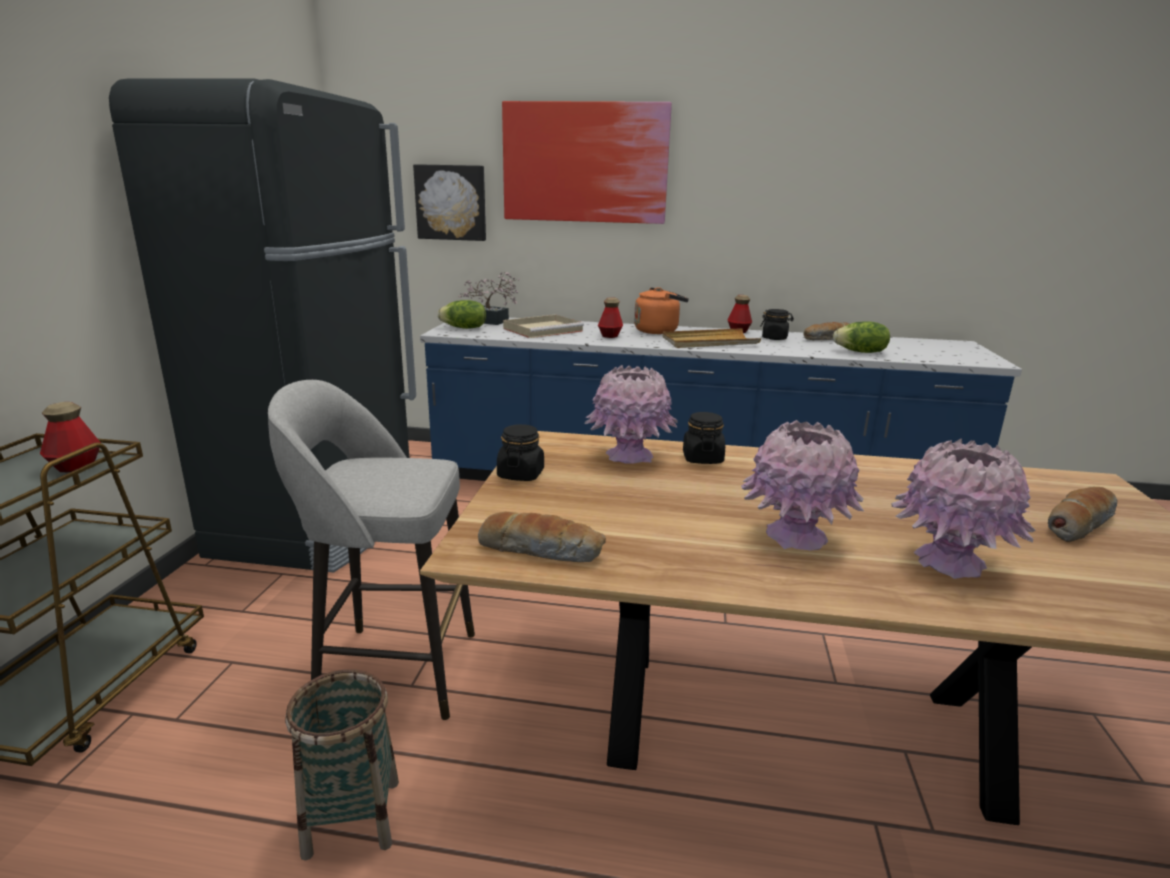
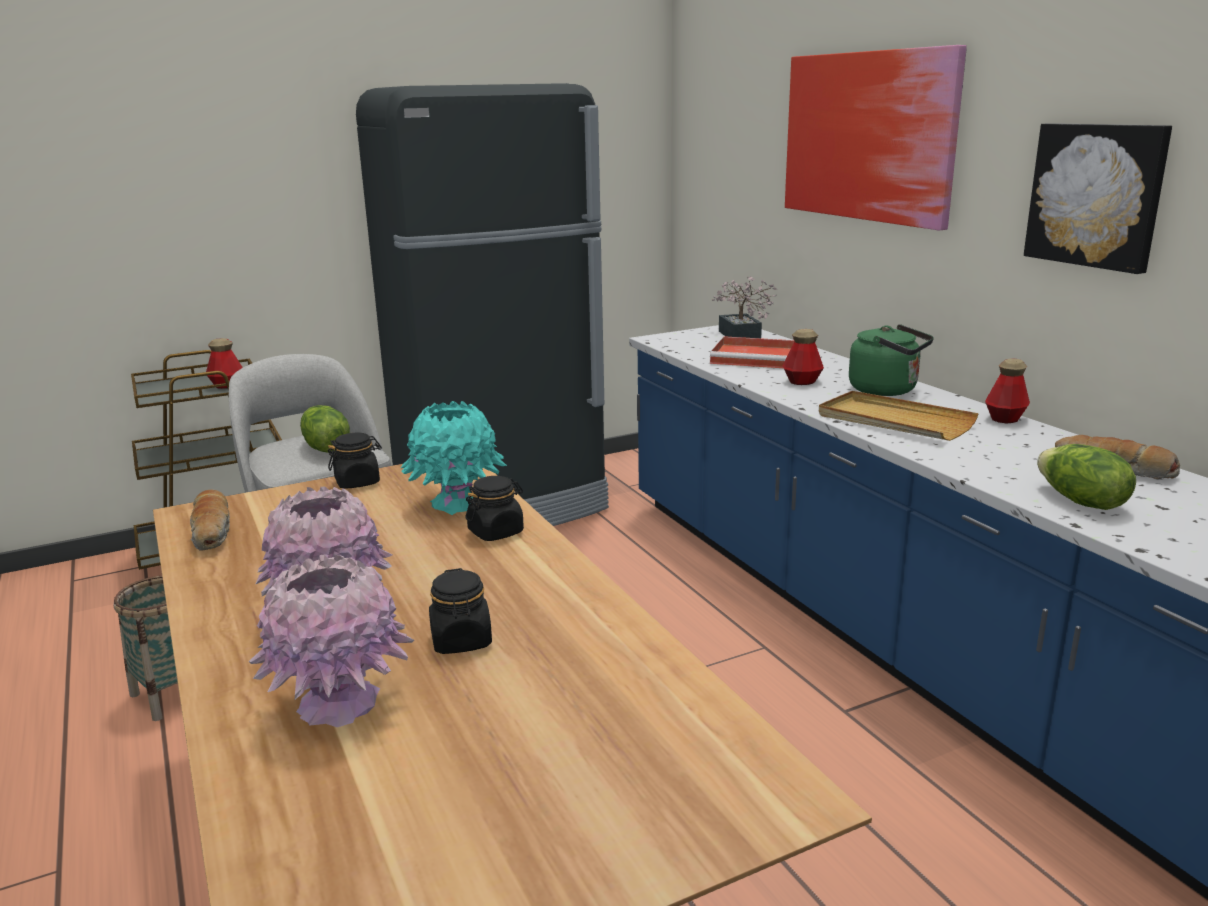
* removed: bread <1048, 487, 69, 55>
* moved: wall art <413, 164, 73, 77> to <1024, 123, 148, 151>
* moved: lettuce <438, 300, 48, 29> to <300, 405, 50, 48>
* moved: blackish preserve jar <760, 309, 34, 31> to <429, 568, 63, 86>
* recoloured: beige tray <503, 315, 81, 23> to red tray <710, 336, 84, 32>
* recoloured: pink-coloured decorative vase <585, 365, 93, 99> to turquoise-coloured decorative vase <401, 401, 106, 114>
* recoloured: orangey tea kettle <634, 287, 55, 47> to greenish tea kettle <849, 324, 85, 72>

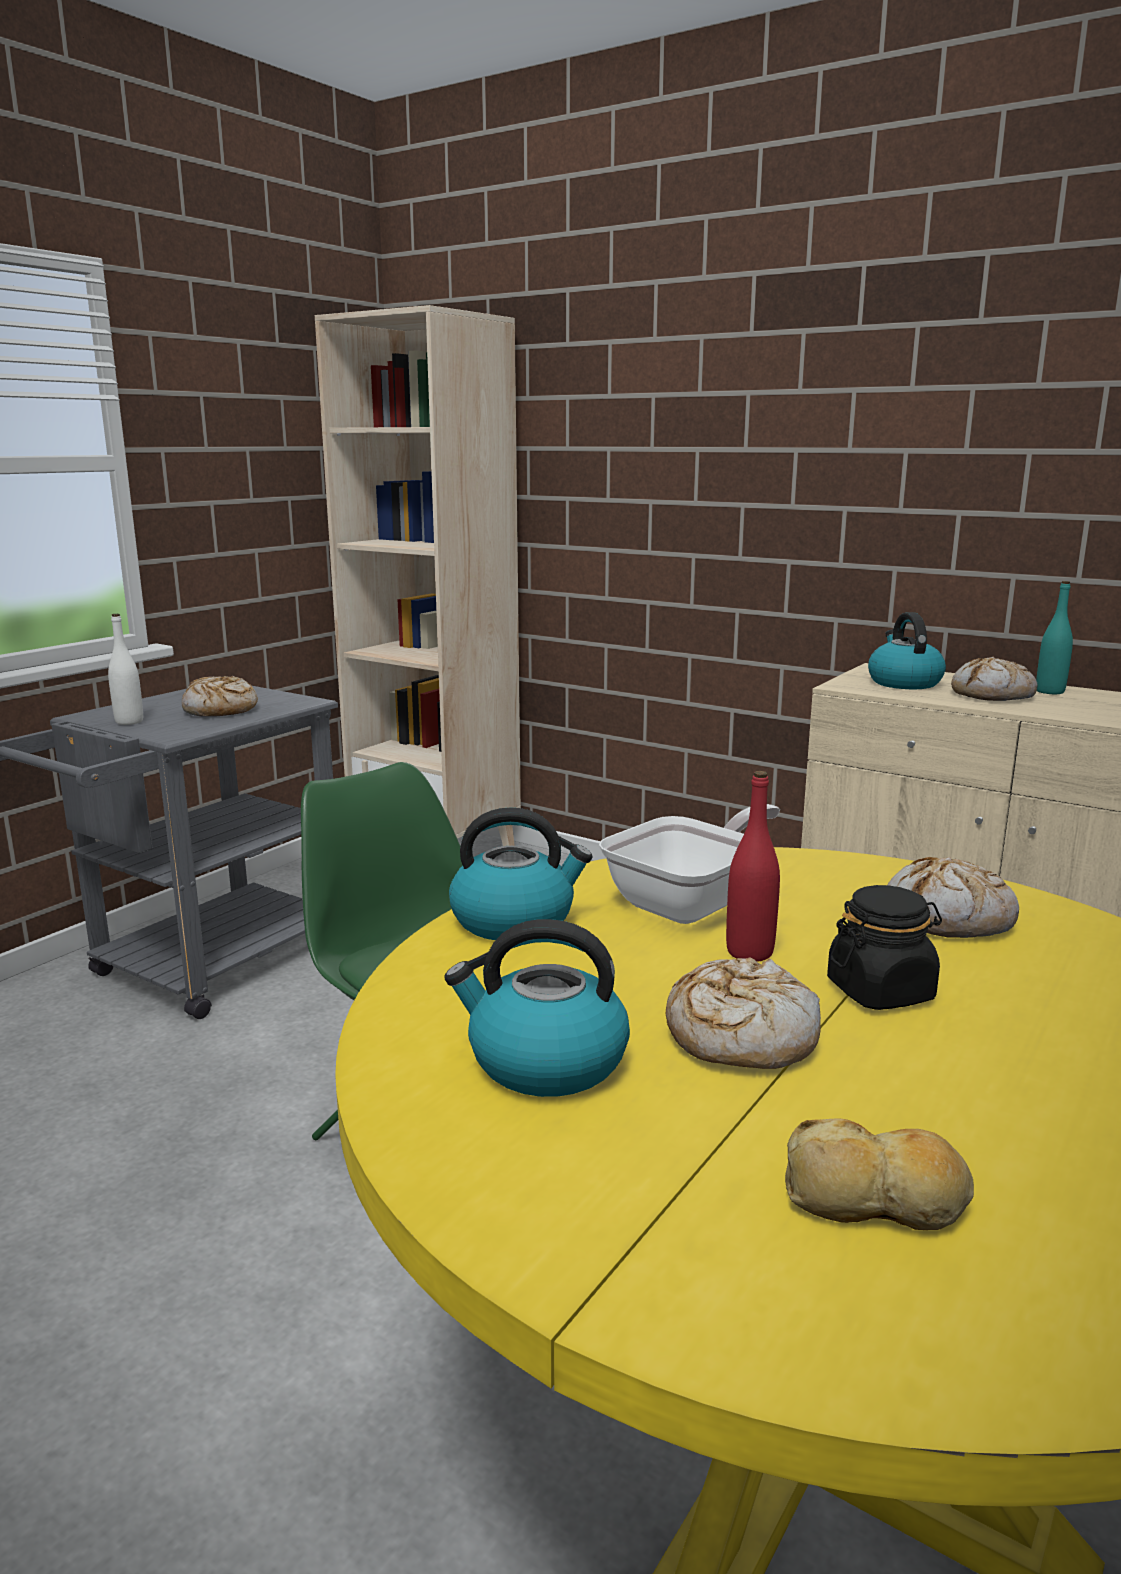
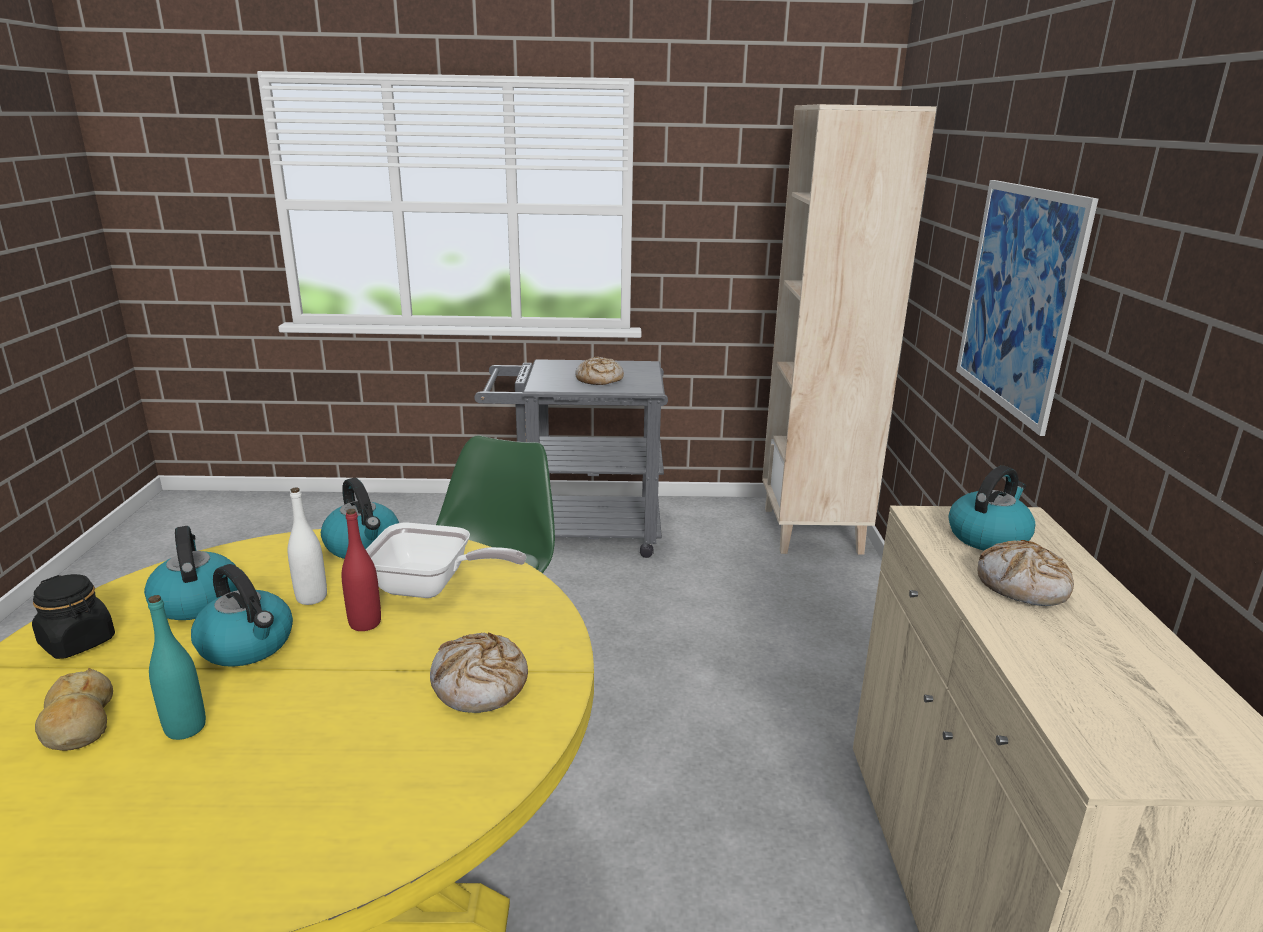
* added: wall art <956, 180, 142, 256>
* moved: white-coloured beverage bottle <108, 614, 35, 111> to <288, 487, 39, 118>
* moved: blackish preserve jar <827, 885, 115, 125> to <32, 574, 83, 85>
* moved: turquoise-coloured beverage bottle <1036, 581, 37, 113> to <148, 595, 58, 145>
* replaced: bread <666, 957, 155, 112> to tea kettle <191, 564, 102, 103>

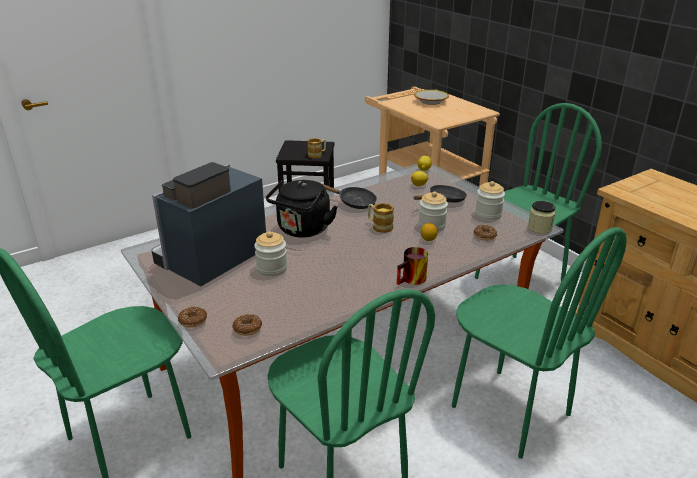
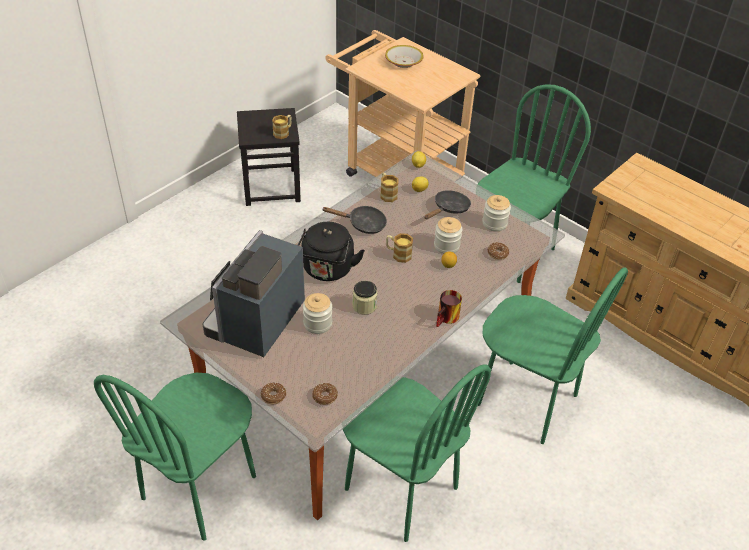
* added: coffee mug <380, 172, 18, 30>
* moved: preserve jar <528, 201, 28, 33> to <352, 281, 26, 34>

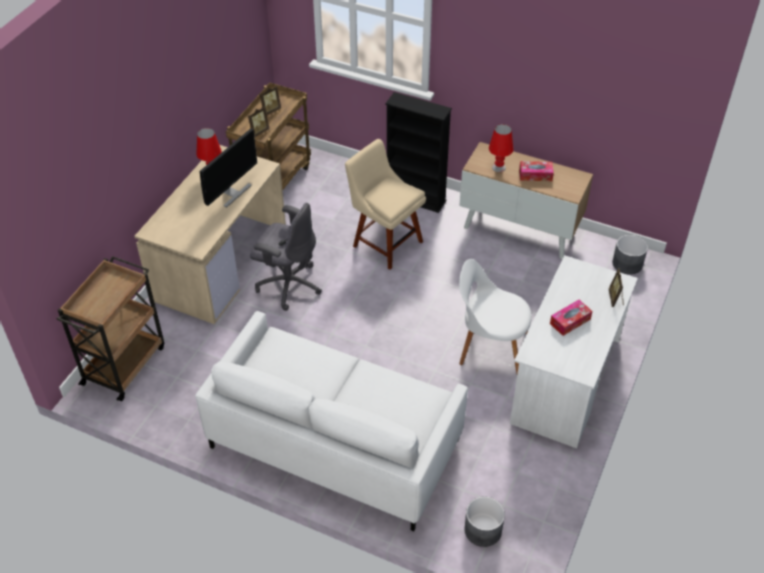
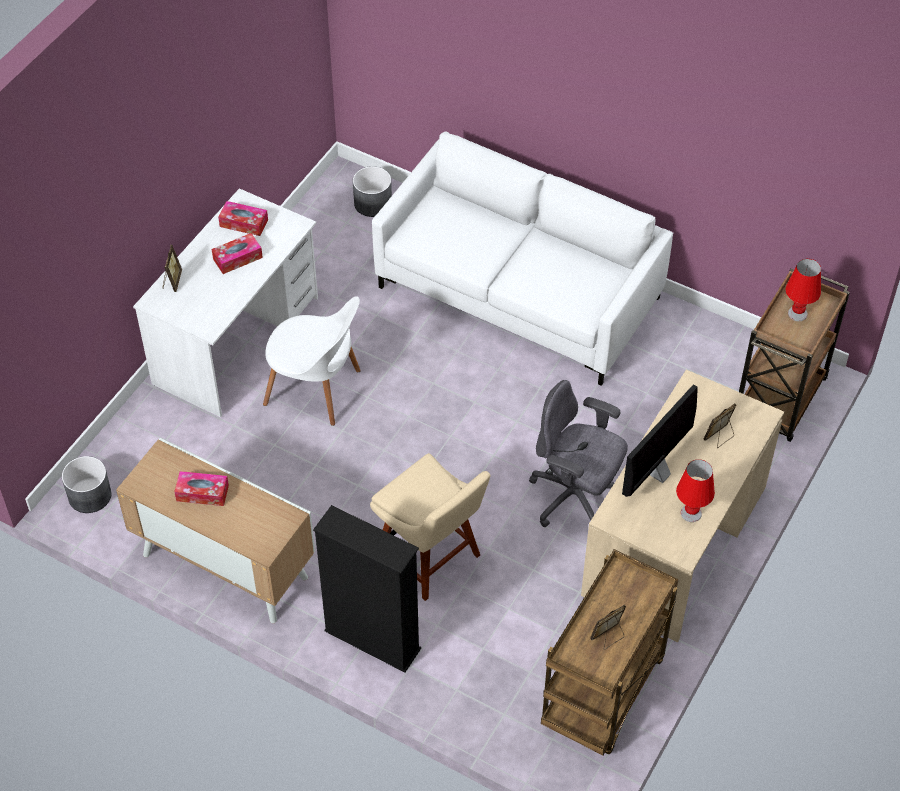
* added: box of tissues <218, 201, 50, 35>
* moved: standing frame <248, 107, 22, 31> to <703, 403, 33, 45>
* moved: red tabletop lamp <489, 124, 25, 48> to <785, 259, 36, 62>

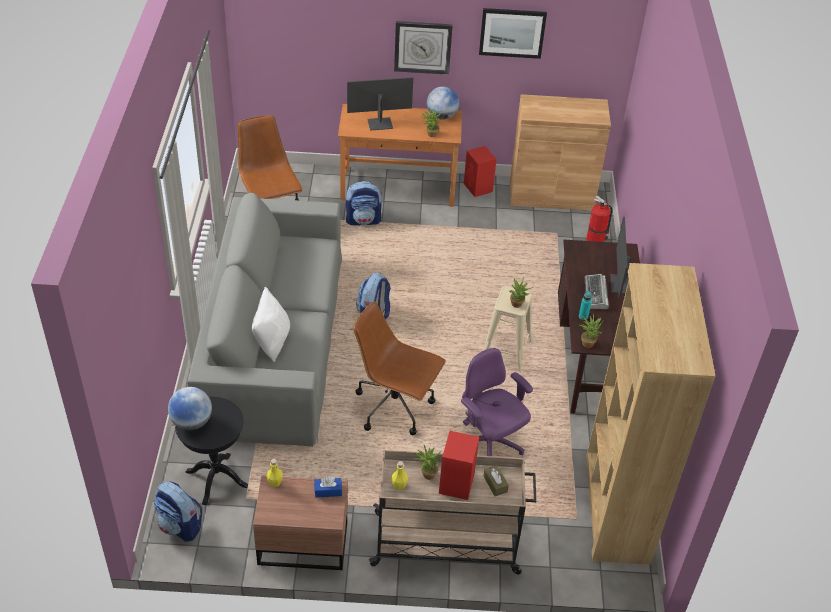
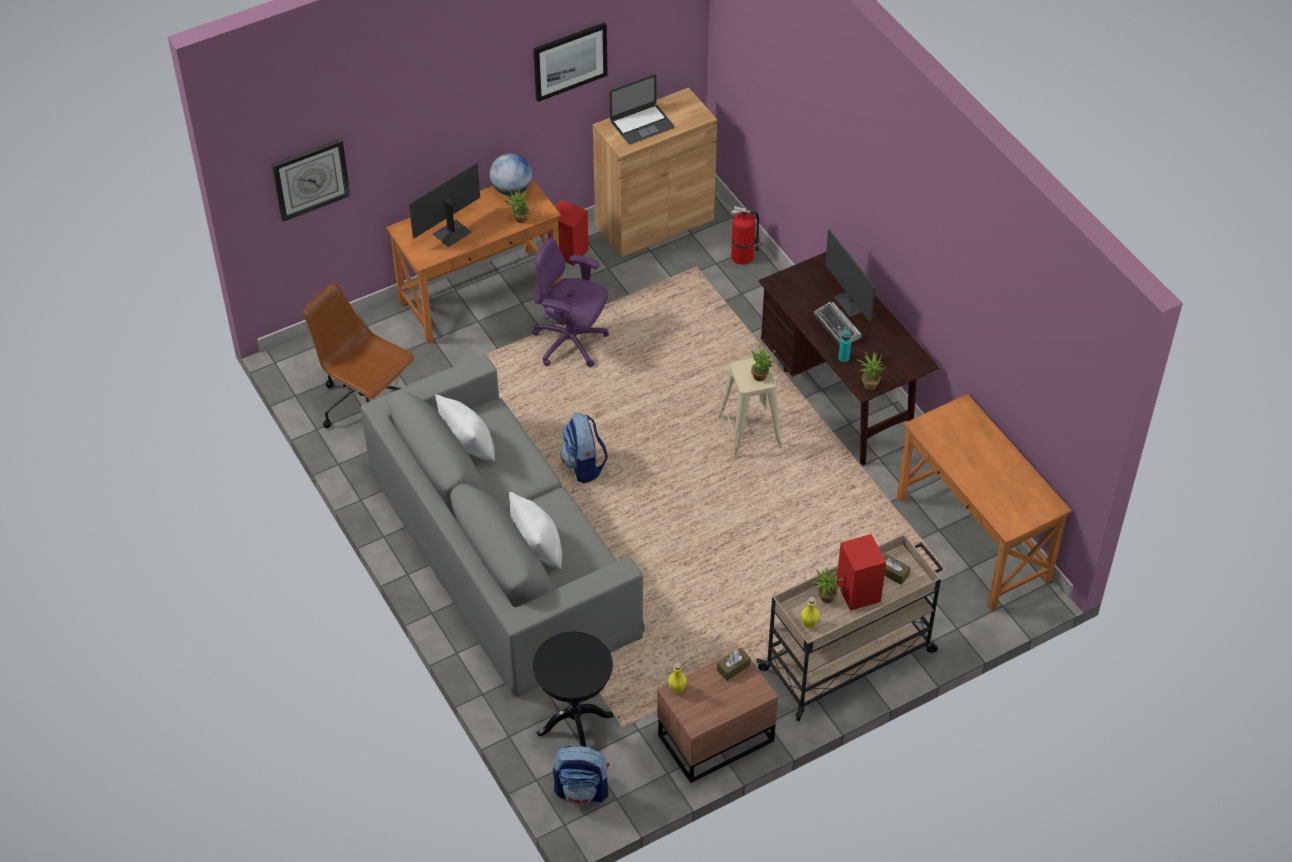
* removed: world globe <168, 387, 44, 43>
* removed: backpack <346, 181, 36, 44>
* removed: brownish computer chair <353, 301, 93, 134>
* added: white-coloured pillow <435, 395, 60, 66>
* added: notebook computer <610, 75, 65, 69>
* moved: clock on the wall <394, 21, 59, 54> to <272, 139, 79, 83>
* moved: purple-coloured computer chair <461, 348, 72, 108> to <532, 238, 77, 129>
* replaced: brownish shelving unit <586, 263, 129, 302> to orangey desk <897, 394, 175, 217>
* recoloured: blue box of tissues <314, 476, 28, 22> to brownish box of tissues <717, 648, 34, 33>

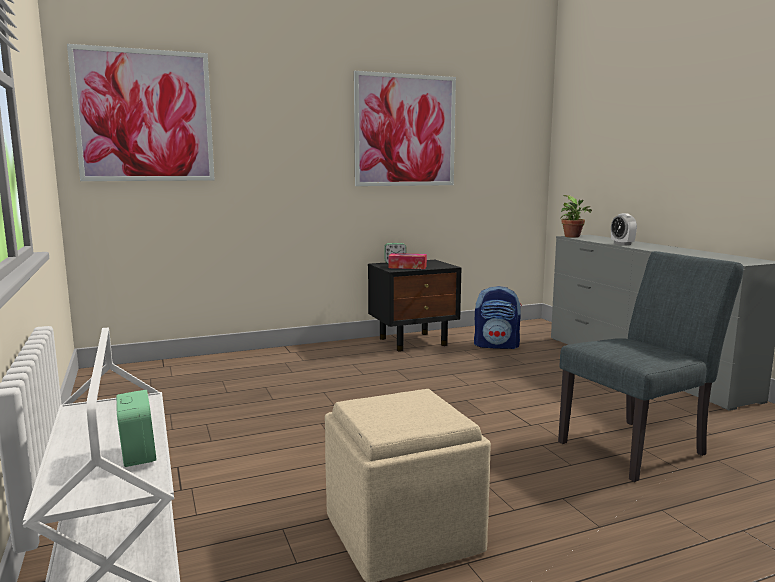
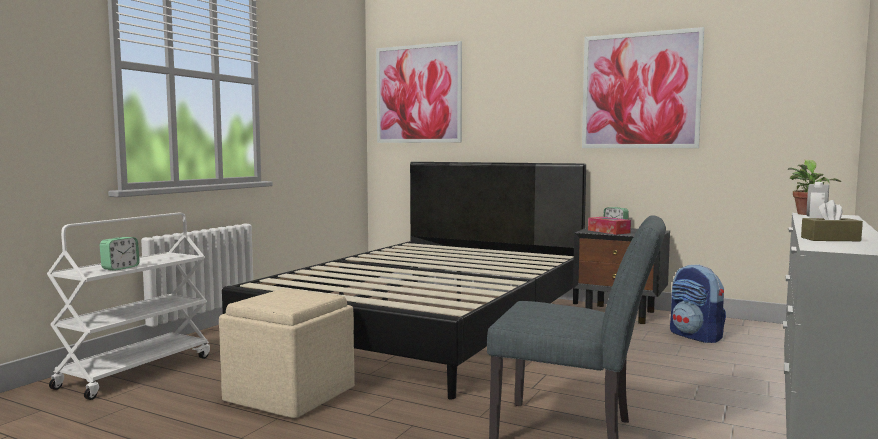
* added: blackish bed <222, 162, 364, 238>
* added: brownish box of tissues <801, 200, 62, 41>

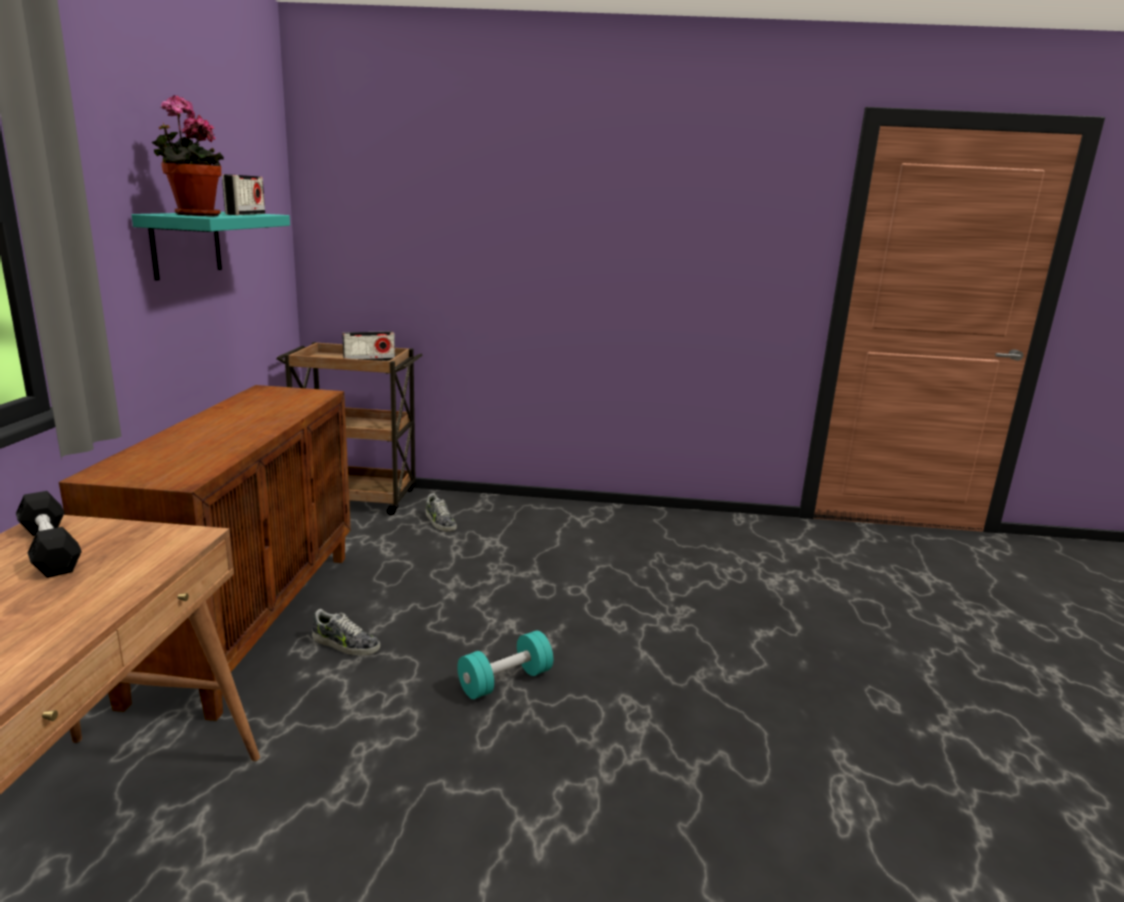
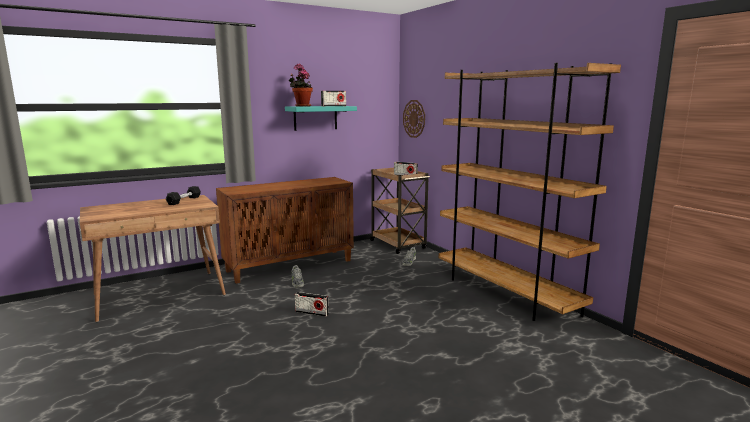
* added: clock on the wall <403, 100, 22, 38>
* added: brownish shelving unit <439, 63, 182, 258>
* replaced: turquoise-coloured hand weight <457, 631, 96, 68> to radio set <295, 292, 34, 25>

